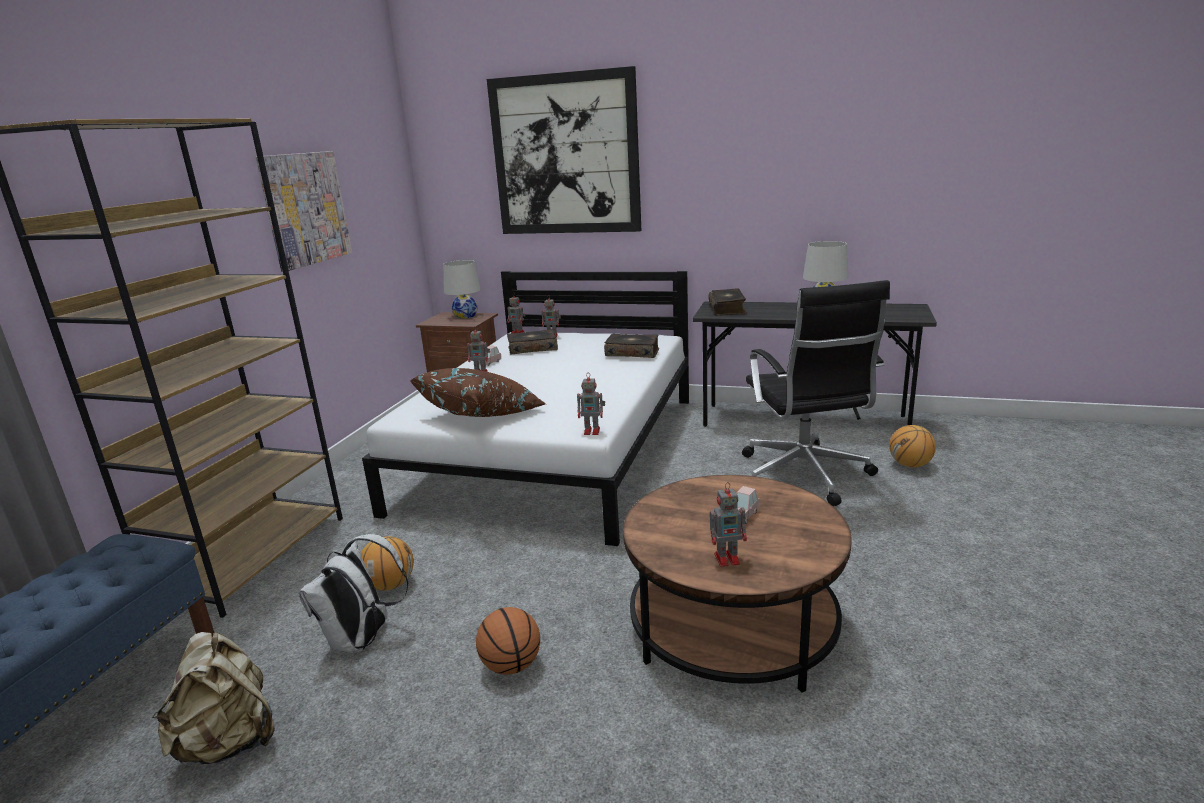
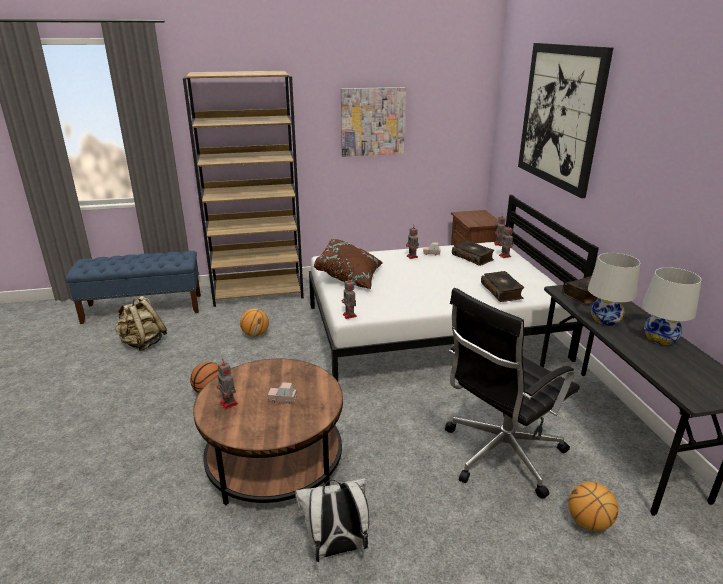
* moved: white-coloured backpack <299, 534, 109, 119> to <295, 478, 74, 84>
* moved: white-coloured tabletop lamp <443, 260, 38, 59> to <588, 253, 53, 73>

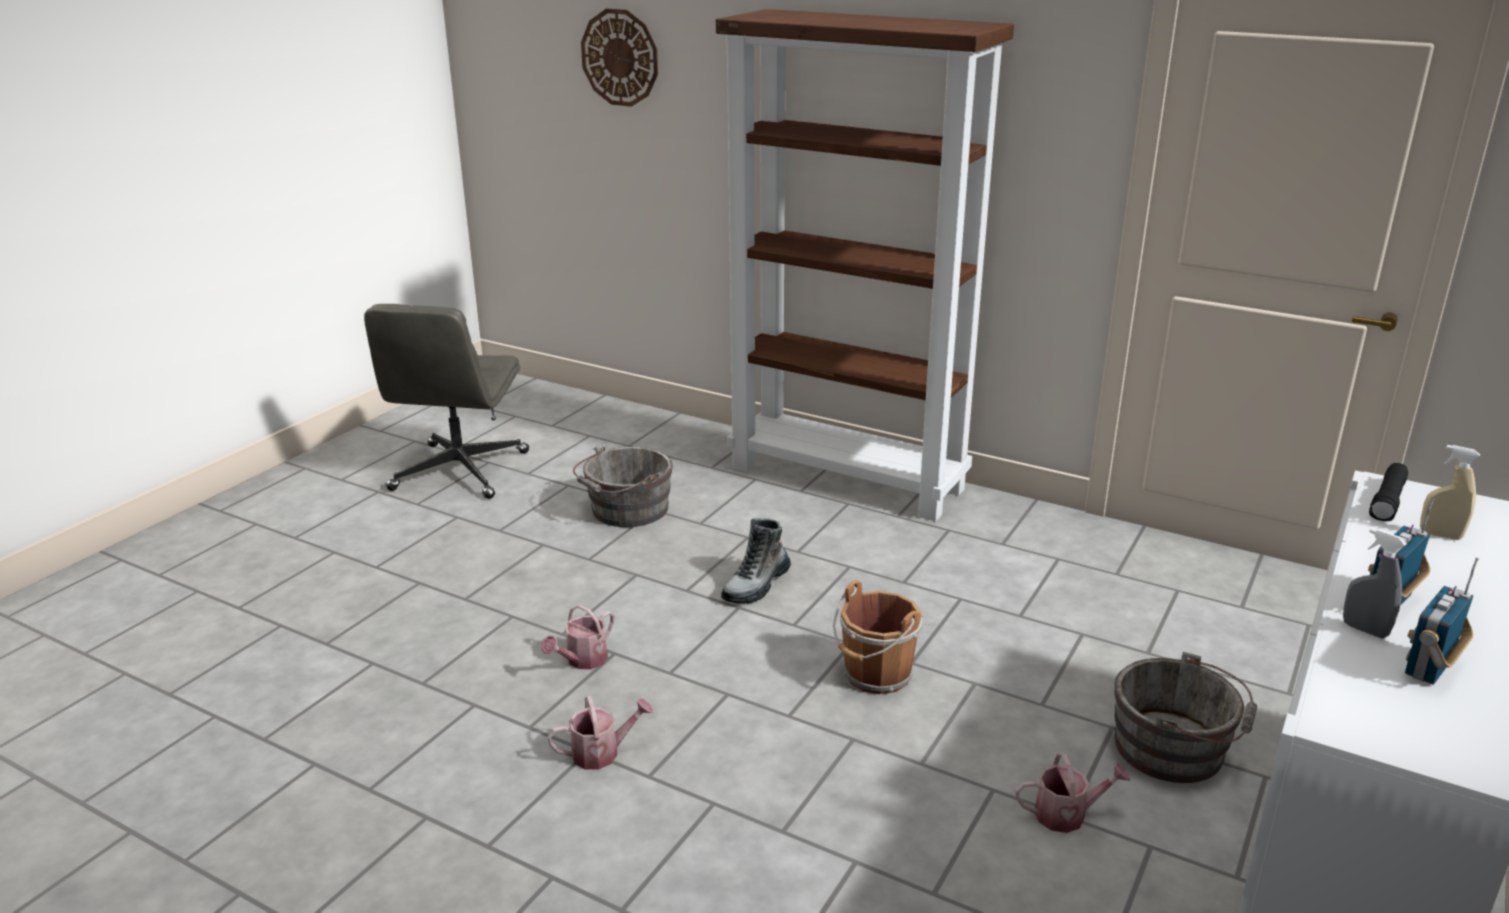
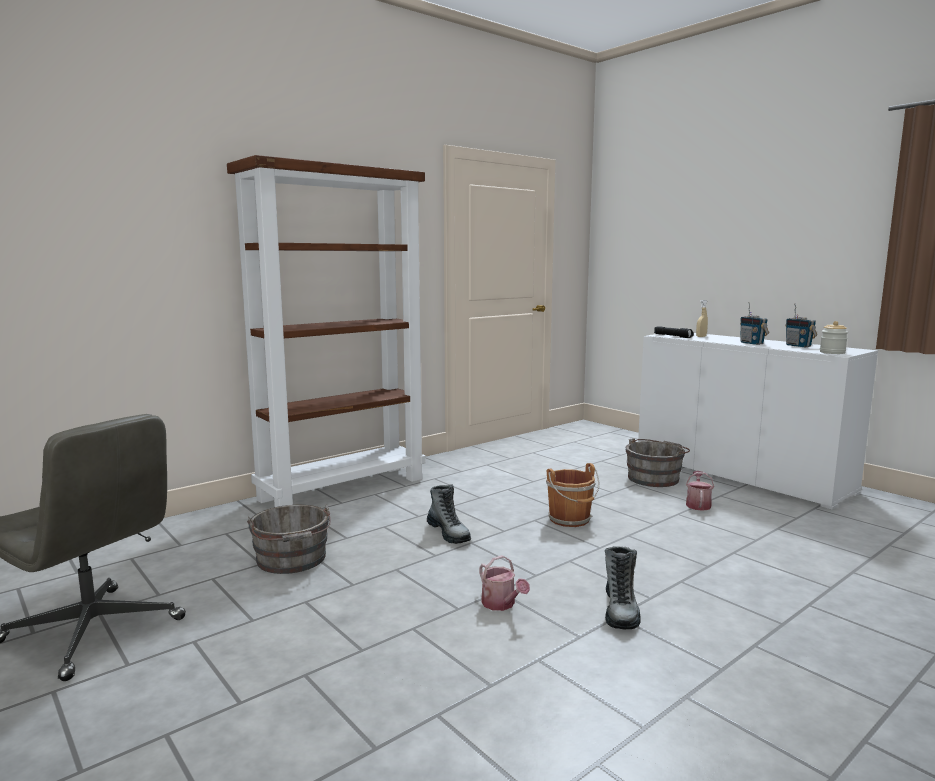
* removed: clock on the wall <581, 9, 77, 98>
* removed: grey sprayer <1343, 528, 64, 110>
* added: preserve jar <820, 321, 28, 33>
* replaced: watering pot <547, 696, 106, 73> to high-top boot <605, 546, 36, 83>

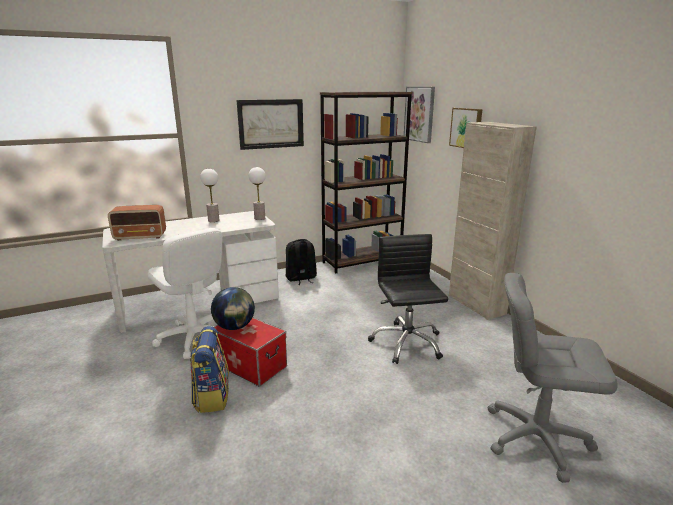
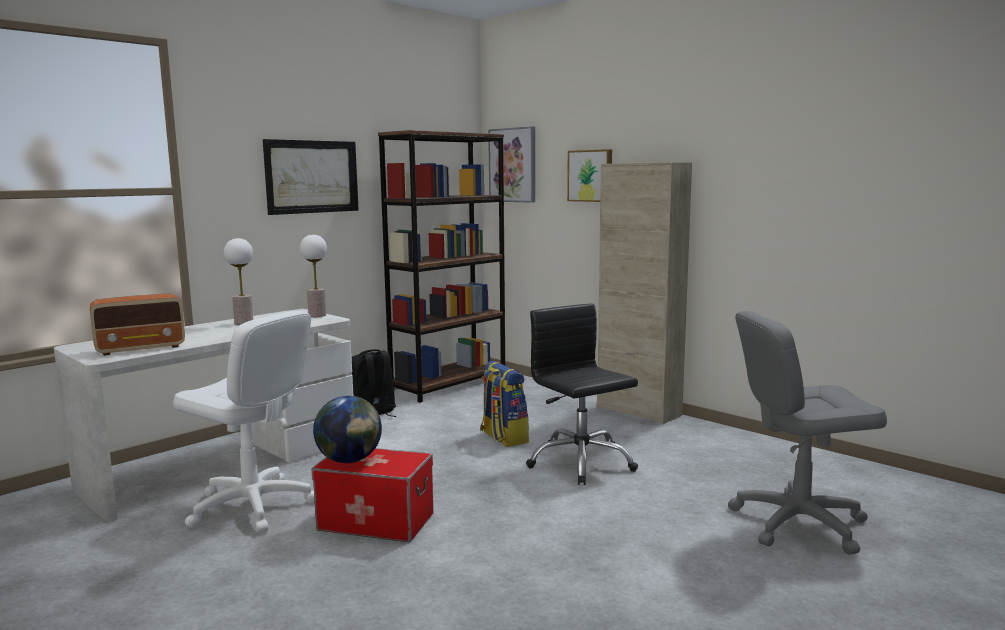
* moved: backpack <190, 326, 39, 87> to <480, 361, 49, 86>

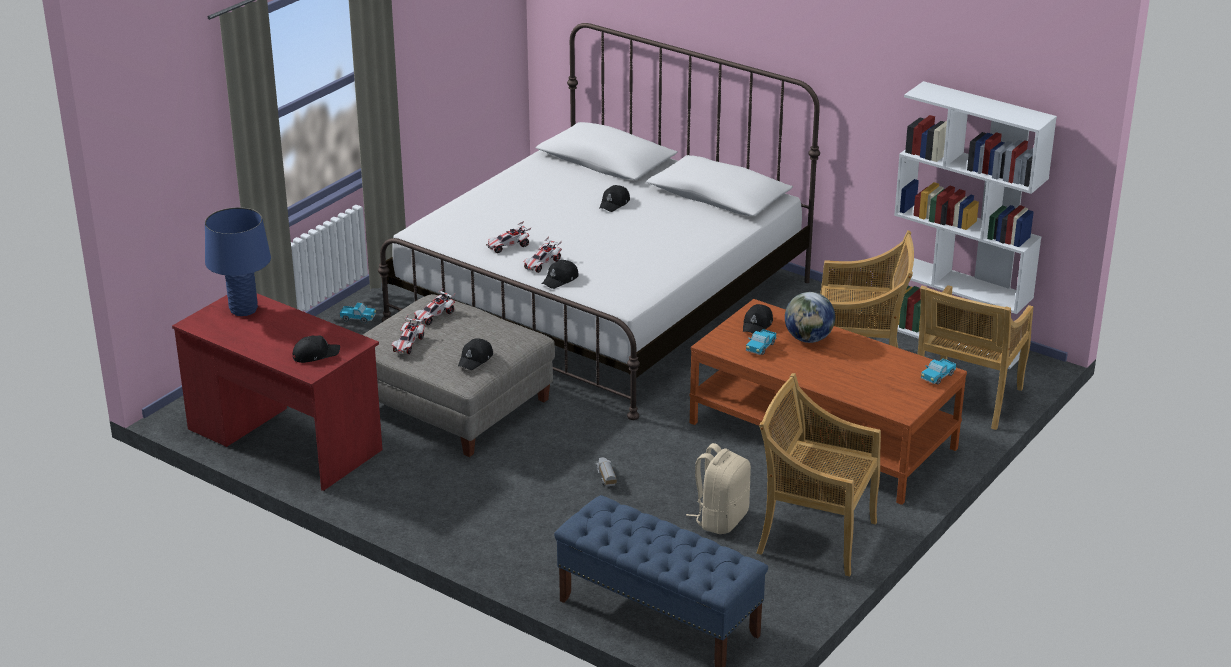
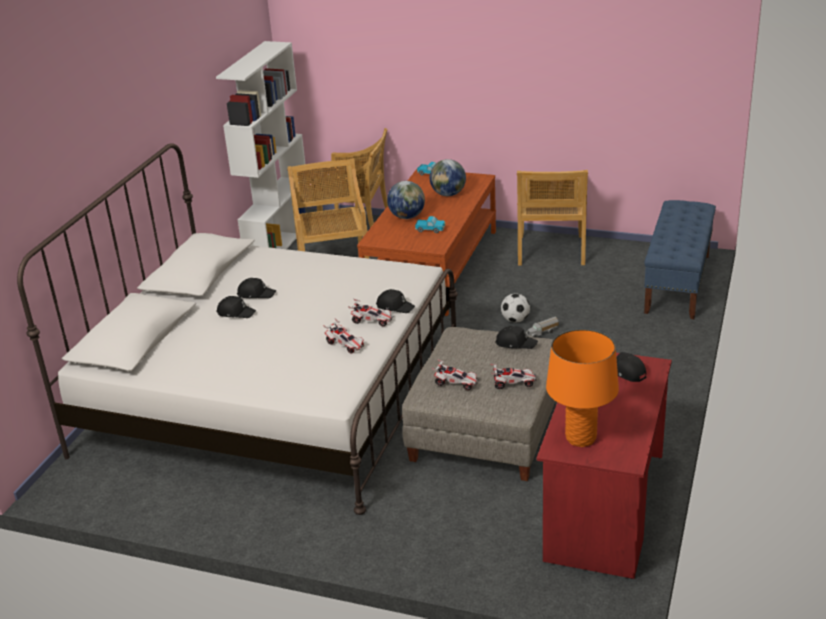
* removed: toy truck <340, 303, 36, 20>
* removed: beige backpack <686, 443, 65, 91>
* added: world globe <430, 159, 36, 37>
* added: football <501, 293, 29, 29>
* moved: blackish baseball cap <743, 304, 30, 29> to <237, 278, 39, 20>
* recoloured: blue tabletop lamp <205, 207, 66, 109> to orangey tabletop lamp <546, 329, 73, 118>

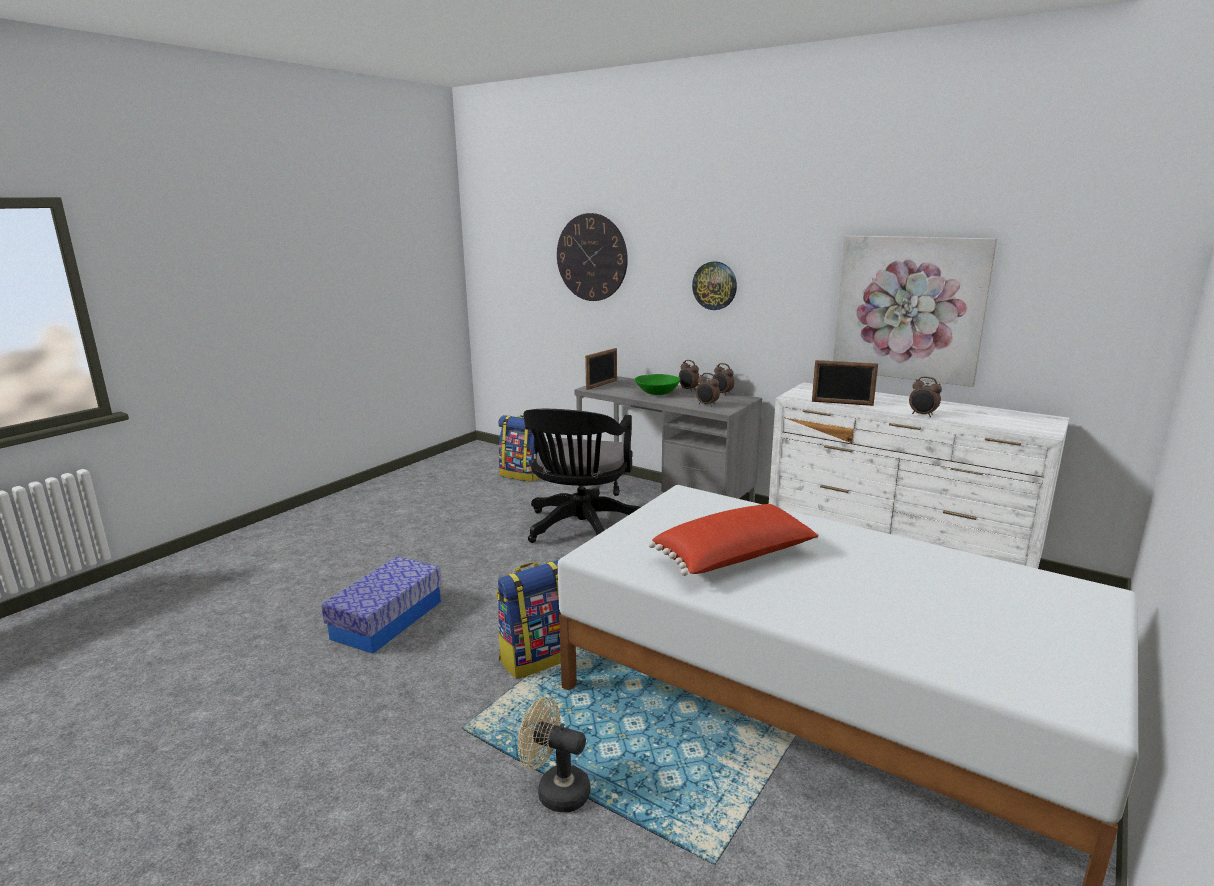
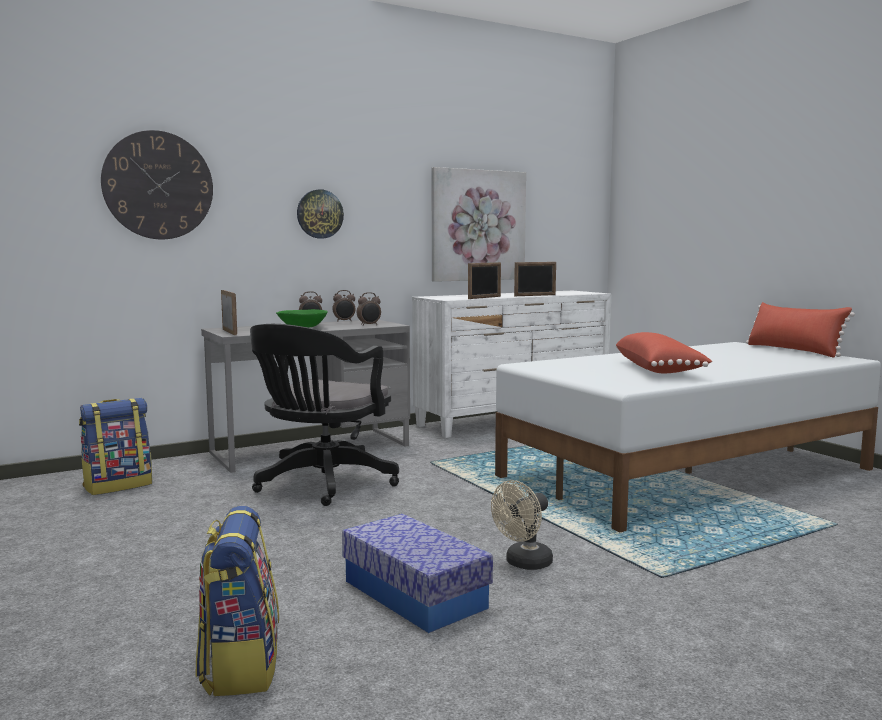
* added: red pillow <746, 302, 109, 56>
* moved: backpack <496, 560, 65, 119> to <195, 506, 84, 190>
* moved: beige cooling fan <518, 697, 72, 115> to <491, 480, 62, 90>
* replaced: table clock <909, 376, 33, 41> to standing frame <514, 262, 42, 34>
* turned: blackish computer chair <523, 409, 118, 134> = <250, 324, 149, 182> 75 degrees clockwise

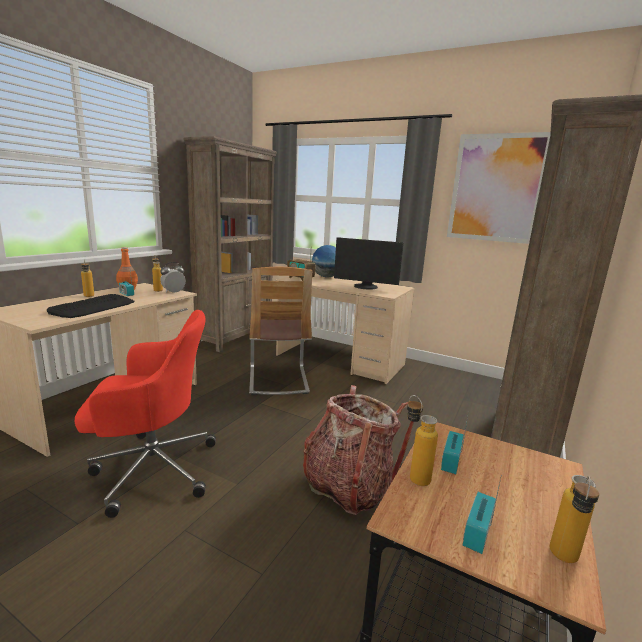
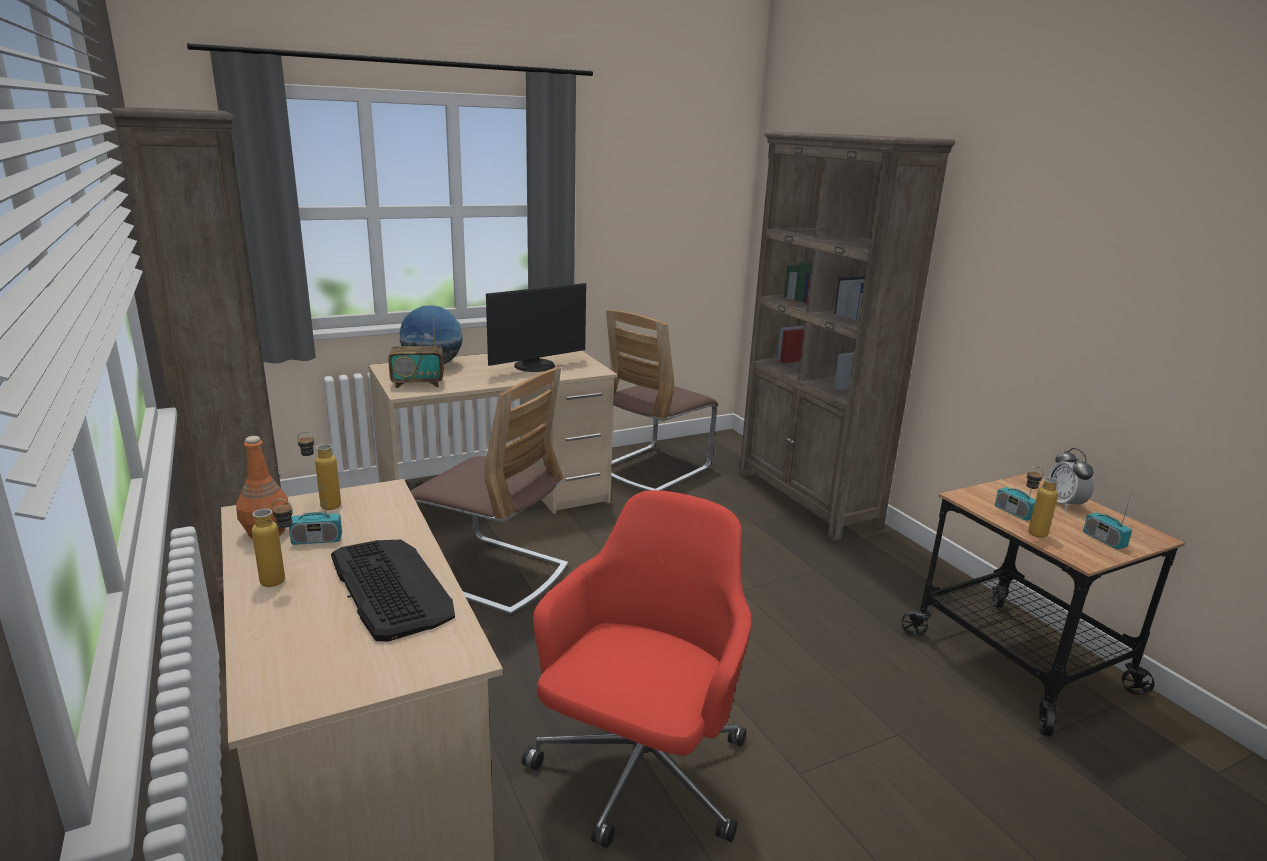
* removed: backpack <303, 385, 111, 130>
* removed: wall art <447, 132, 104, 112>
* removed: beverage bottle <550, 475, 49, 88>
* added: chair <606, 310, 112, 181>
* moved: table clock <160, 262, 26, 31> to <1048, 448, 46, 62>

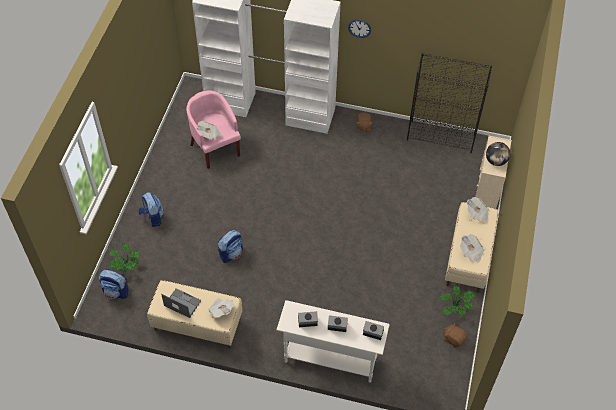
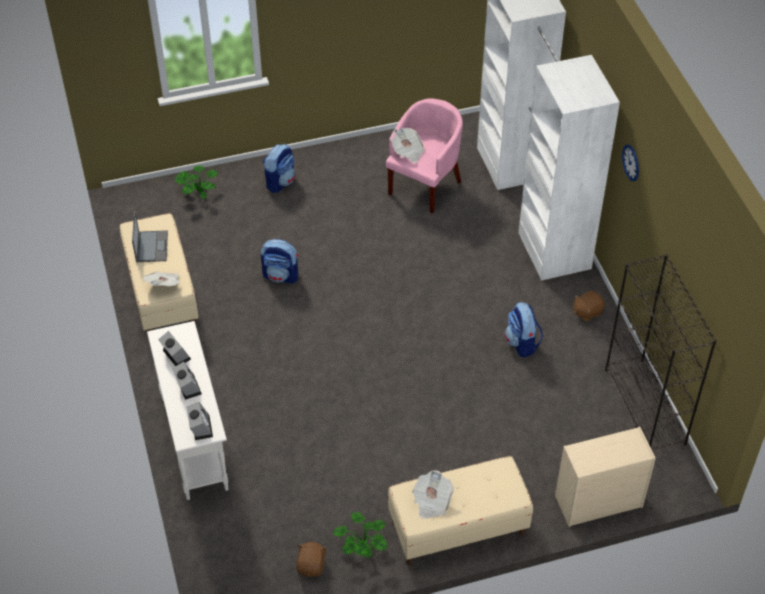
* removed: printed paper <467, 197, 22, 25>
* removed: world globe <486, 142, 24, 24>
* moved: backpack <99, 269, 30, 30> to <505, 302, 38, 56>

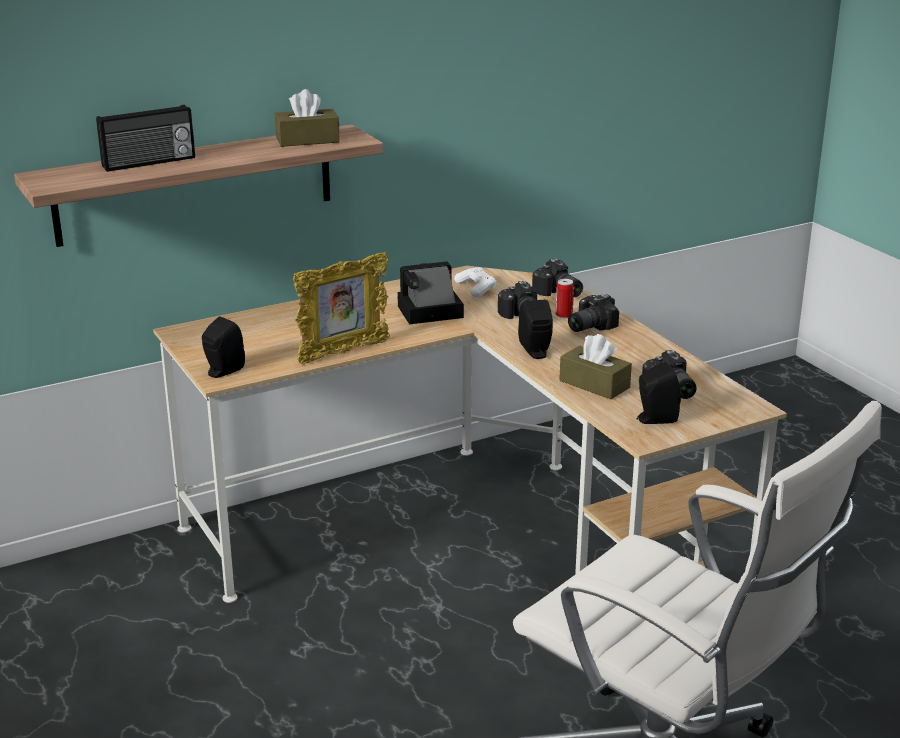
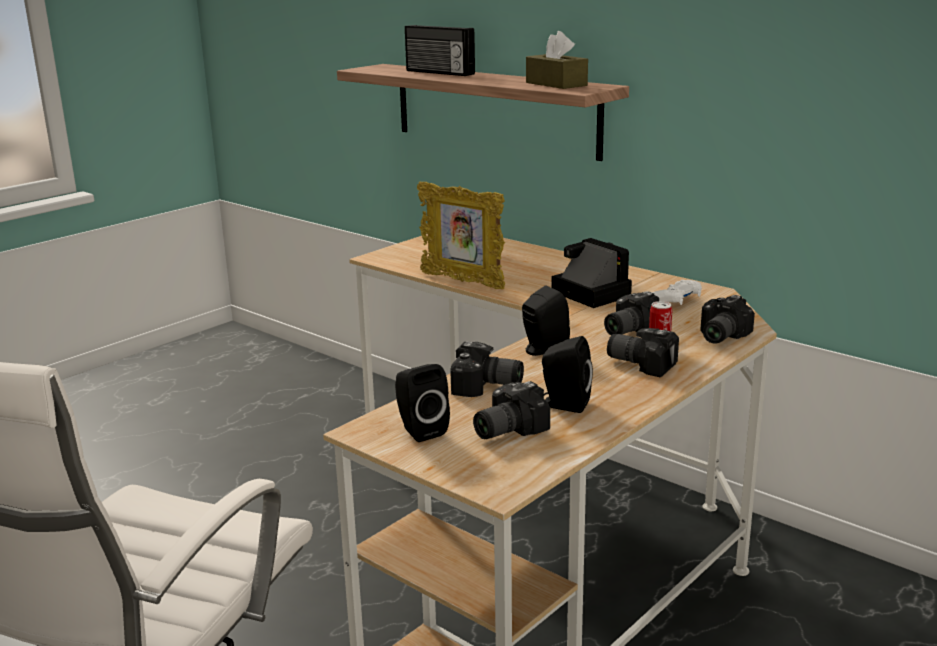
* moved: blackish loudspeaker <202, 316, 43, 62> to <542, 336, 51, 77>
* replaced: brownish box of tissues <559, 334, 73, 65> to photo camera <450, 341, 74, 56>

